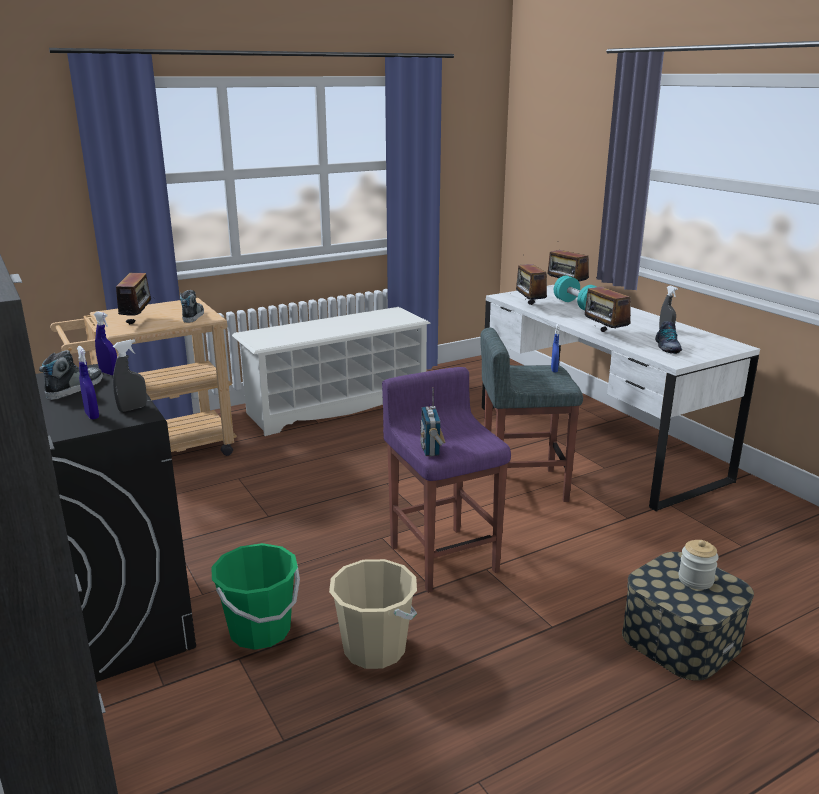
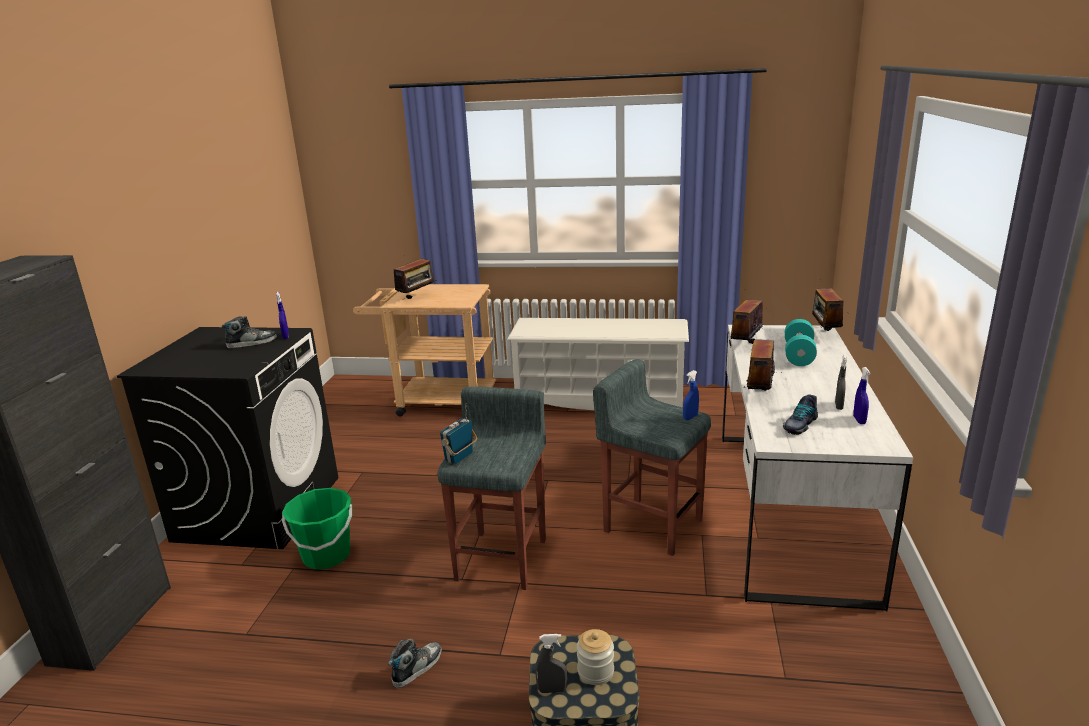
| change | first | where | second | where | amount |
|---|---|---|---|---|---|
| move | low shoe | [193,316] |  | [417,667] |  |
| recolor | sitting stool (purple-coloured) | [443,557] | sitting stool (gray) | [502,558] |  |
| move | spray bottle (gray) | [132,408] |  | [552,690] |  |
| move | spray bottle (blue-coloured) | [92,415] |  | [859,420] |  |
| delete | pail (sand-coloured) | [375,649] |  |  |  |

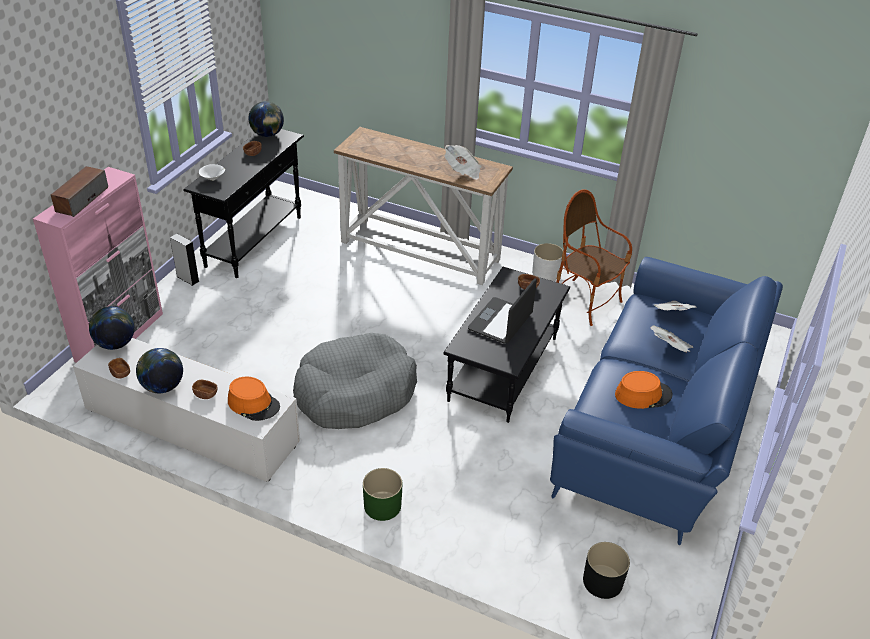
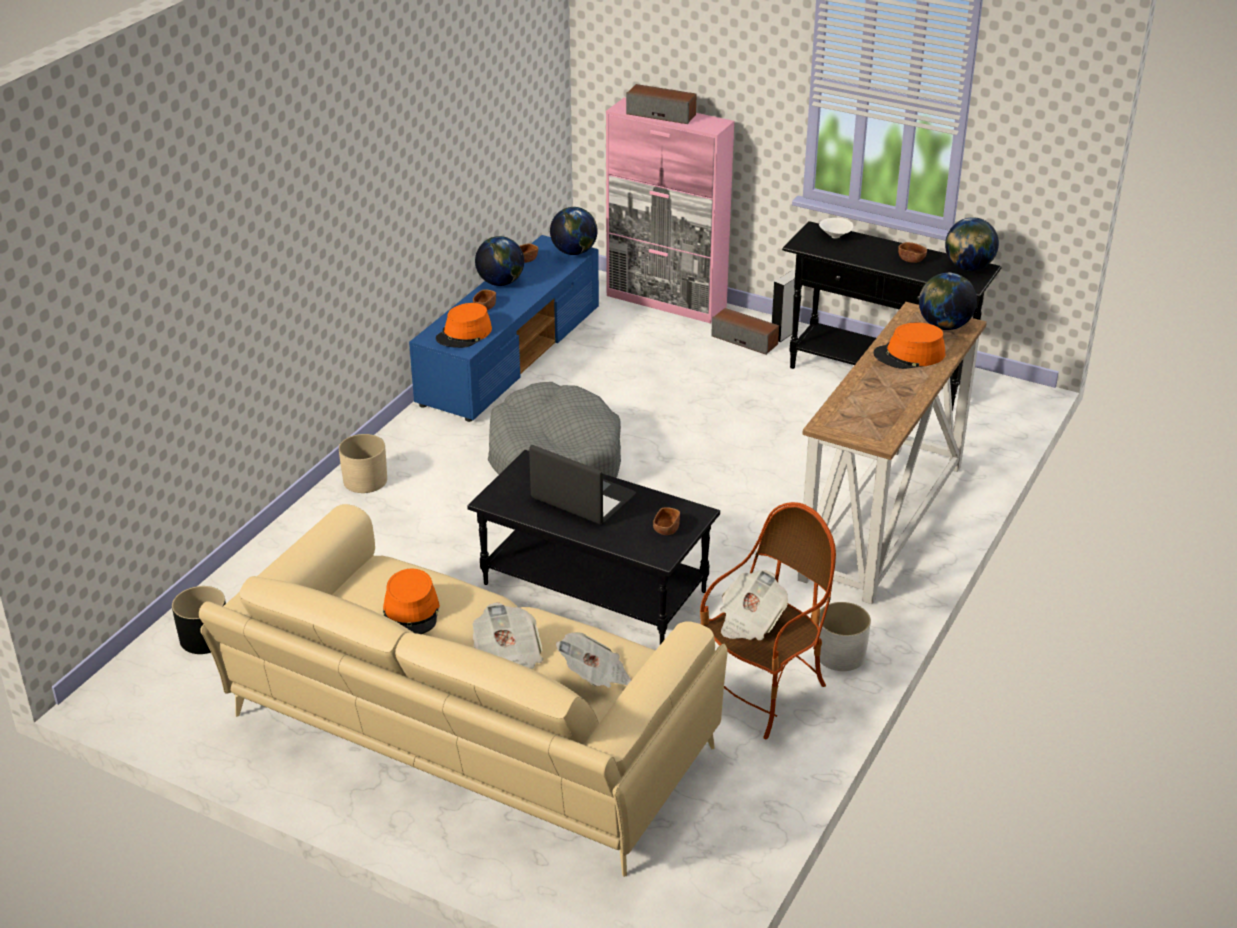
| change | first | where | second | where | amount |
|---|---|---|---|---|---|
| recolor | sofa (blue-coloured) | [660,421] | sofa (sand-coloured) | [465,736] |  |
| recolor | plant pot (greenish) | [382,506] | plant pot (sand-coloured) | [365,480] |  |
| recolor | media console (whitish) | [190,427] | media console (blue-coloured) | [510,355] |  |
| insert |  |  | speaker | [745,340] |  |
| move | daily paper | [463,171] |  | [749,621] |  |
| insert |  |  | wearable hat (orange-coloured) | [909,355] |  |
| insert |  |  | desk globe | [944,326] |  |

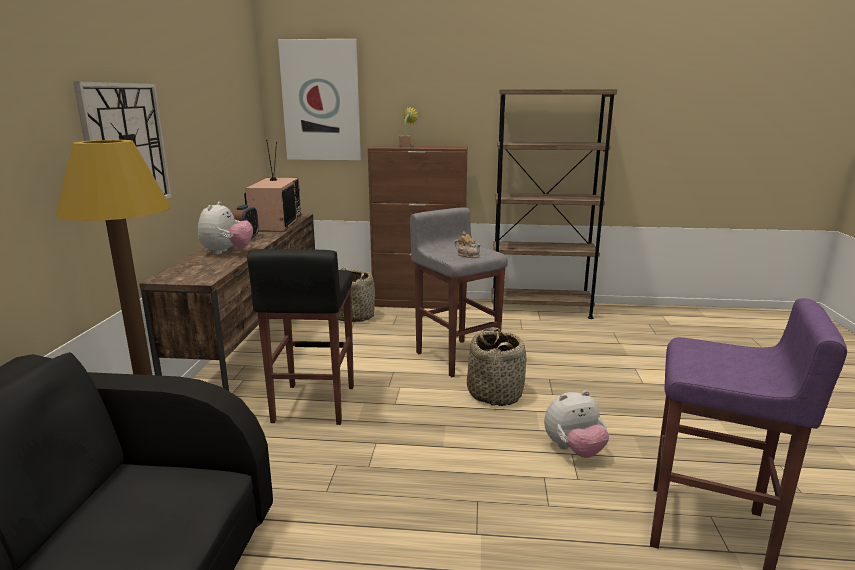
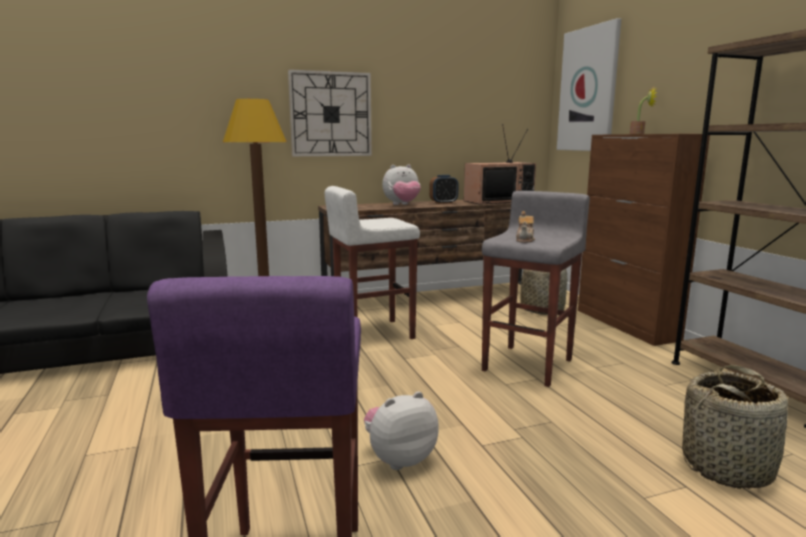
| change | first | where | second | where | amount |
|---|---|---|---|---|---|
| recolor | sitting stool (black-coloured) | [312,404] | sitting stool (whitish) | [372,333] |  |
| rotate | plush toy | [574,450] |  | [399,459] | 105 degrees clockwise |
| move | household basket | [495,393] |  | [727,467] |  |

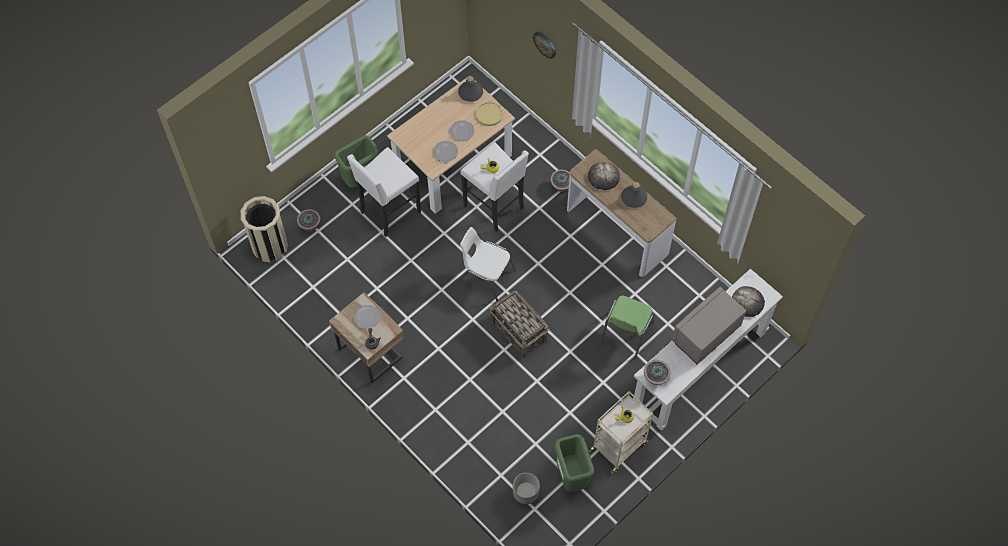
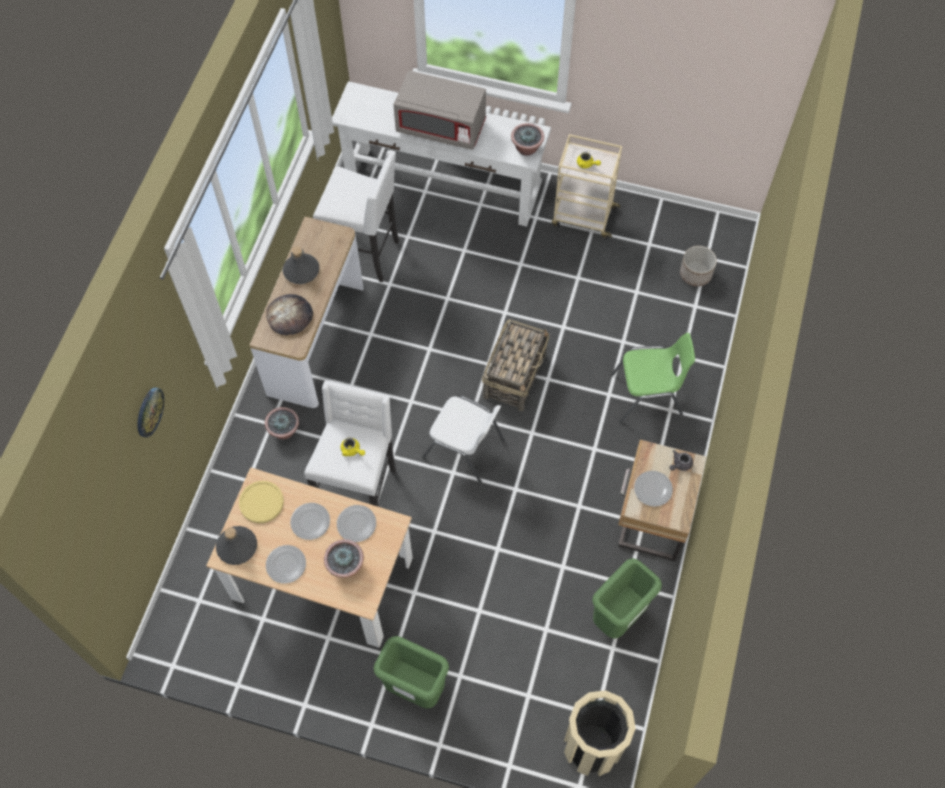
| change | first | where | second | where | amount |
|---|---|---|---|---|---|
| insert |  |  | dinner plate | [286,564] |  |
| move | sitting stool (whitish) | [389,212] |  | [364,255] |  |
| move | potted plant | [310,226] |  | [346,566] |  |
| rotate | plain chair (whitish) | [486,276] |  | [465,449] | 60 degrees counterclockwise |
| move | trash can (greenish) | [571,476] |  | [618,617] |  |
| move | plain chair (greenish) | [625,333] |  | [648,395] |  |
| delete | bakery bread | [747,302] |  |  |  |

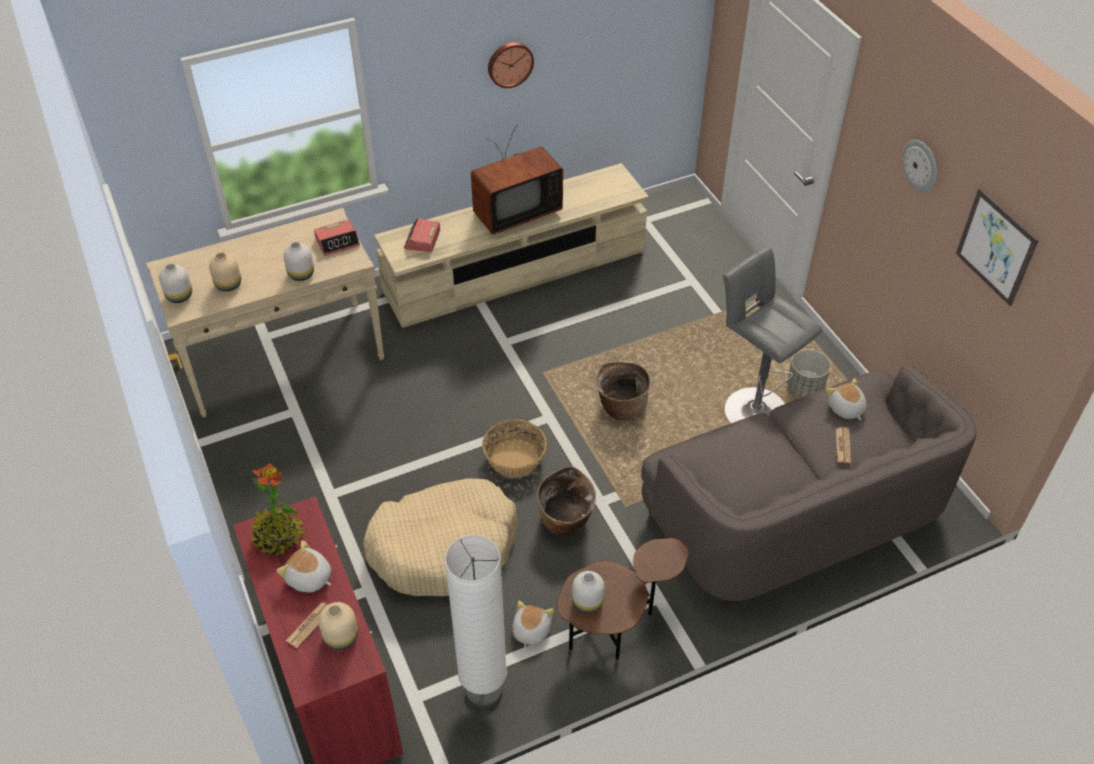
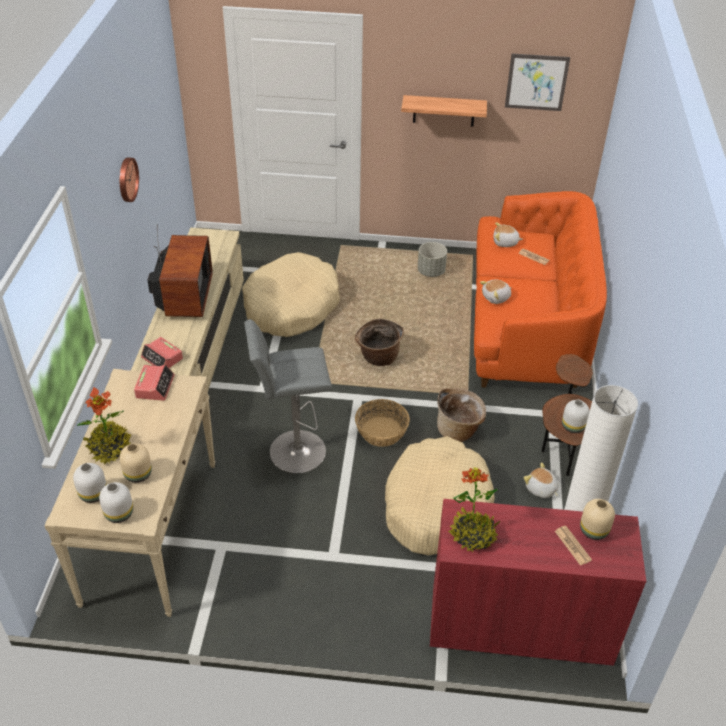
| change | first | where | second | where | amount |
|---|---|---|---|---|---|
| move | decorative vase (whitish) | [301,275] |  | [94,494] |  |
| insert |  |  | potted plant | [110,448] |  |
| insert |  |  | dog cushion (sand-coloured) | [291,307] |  |
| move | sitting stool (gray) | [751,408] |  | [293,452] |  |
| insert |  |  | bracket shelf | [444,111] |  |
| recolor | sofa (gray) | [795,513] | sofa (orange-coloured) | [527,324] |  |
| move | plush toy | [309,578] |  | [496,298] |  |
| delete | wall clock | [921,165] |  |  |  |

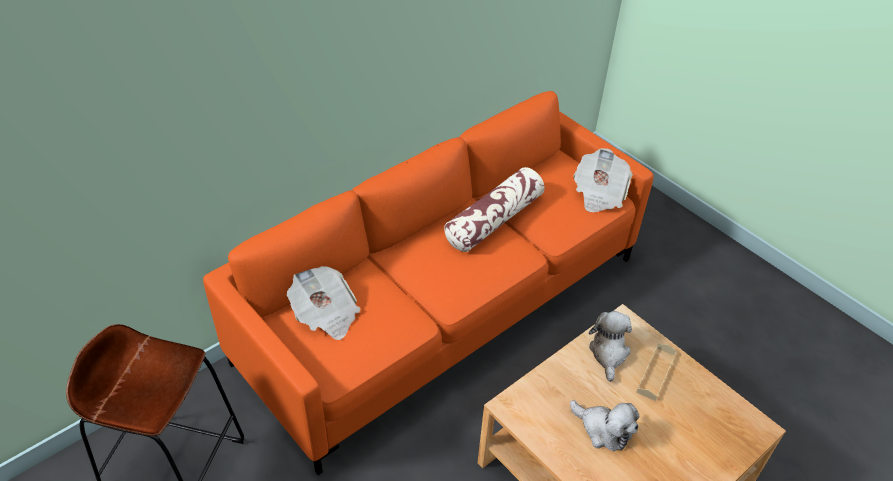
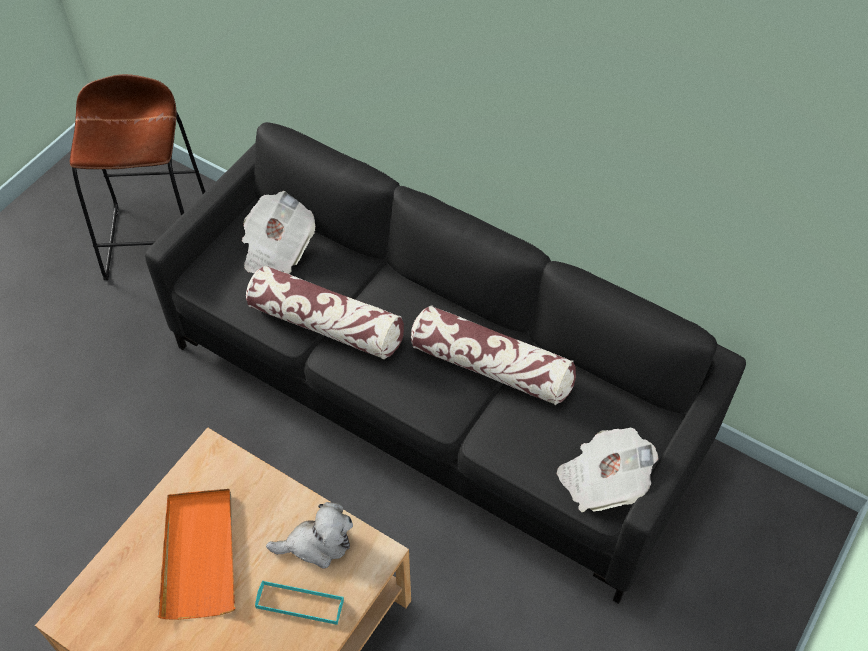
| change | first | where | second | where | amount |
|---|---|---|---|---|---|
| recolor | sofa (orange-coloured) | [443,309] | sofa (black-coloured) | [434,397] |  |
| replace | plush toy | [603,430] | carrying tray (orange-coloured) | [199,554] |  |
| insert |  |  | throw pillow | [326,324] |  |
| recolor | carrying tray (sand-coloured) | [656,373] | carrying tray (blue-green) | [300,604] |  |

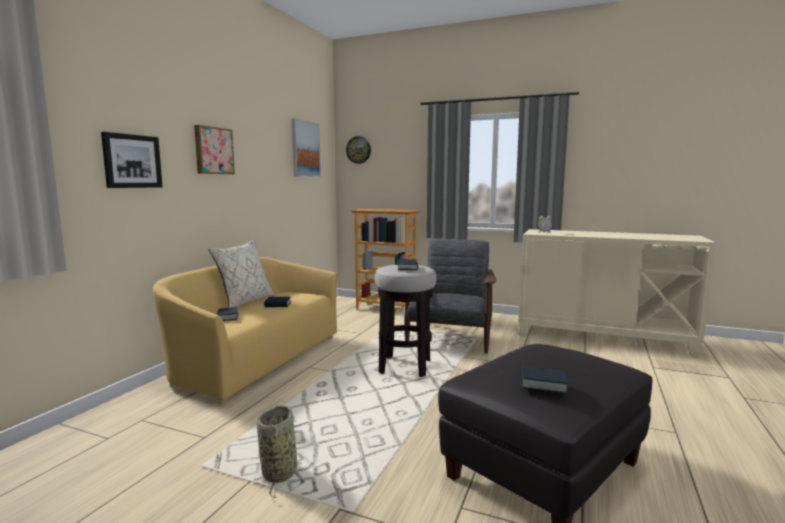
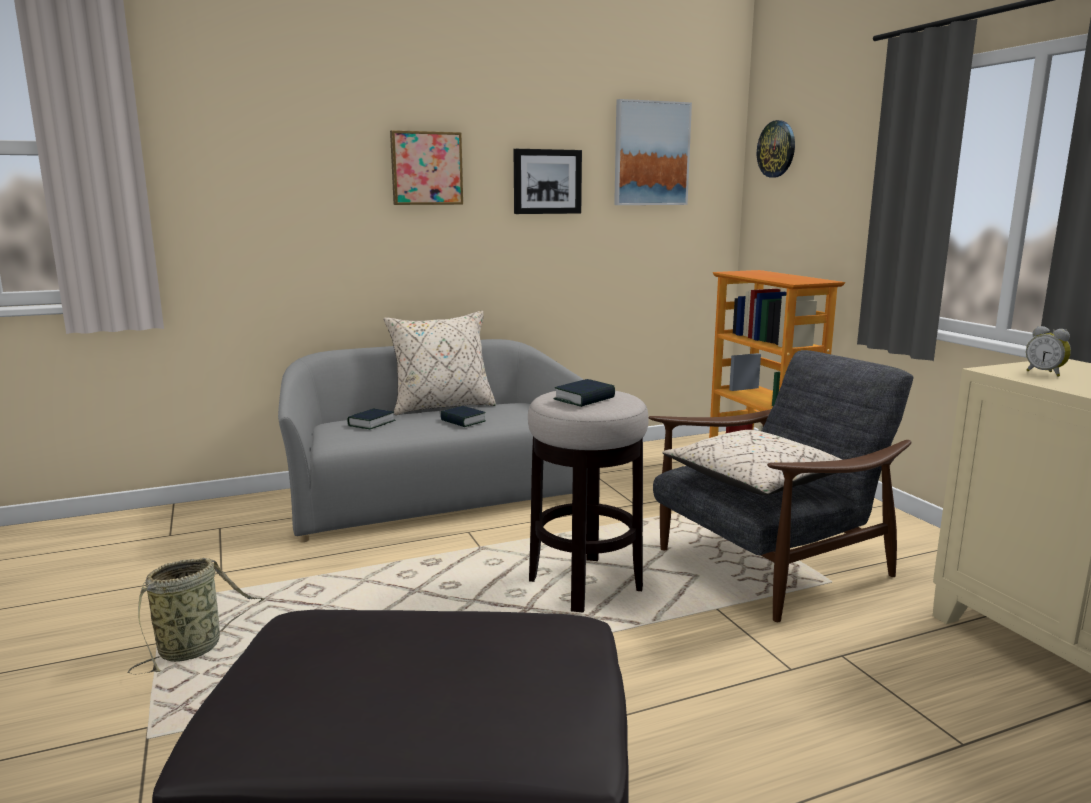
| change | first | where | second | where | amount |
|---|---|---|---|---|---|
| recolor | sofa (yellowish) | [255,359] | sofa (gray) | [434,496] |  |
| move | wall picture | [132,161] |  | [547,181] |  |
| insert |  |  | throw pillow (sand-coloured) | [755,482] |  |
| delete | bound book | [543,384] |  |  |  |

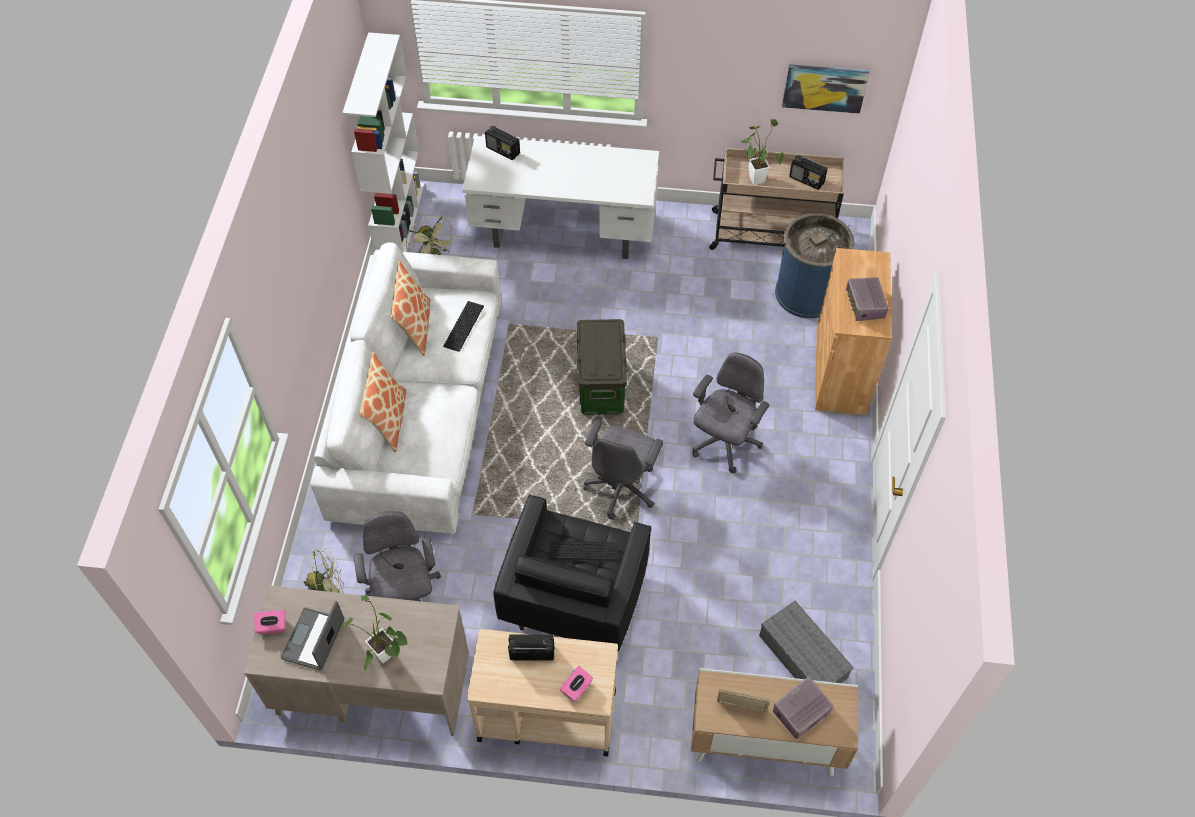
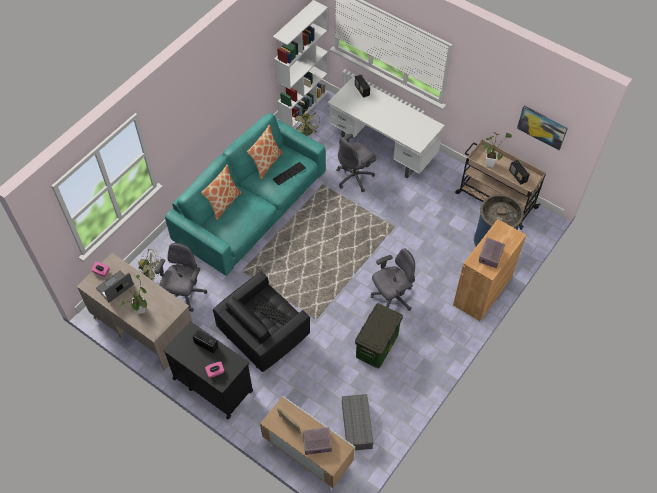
| change | first | where | second | where | amount |
|---|---|---|---|---|---|
| recolor | cart (sand-coloured) | [546,714] | cart (black-coloured) | [212,384] |  |
| recolor | sofa (whitish) | [420,407] | sofa (blue-green) | [251,206] |  |
| move | desk chair (gray) | [622,487] |  | [355,177] |  |
| move | storage bin | [602,387] |  | [377,347] |  |

